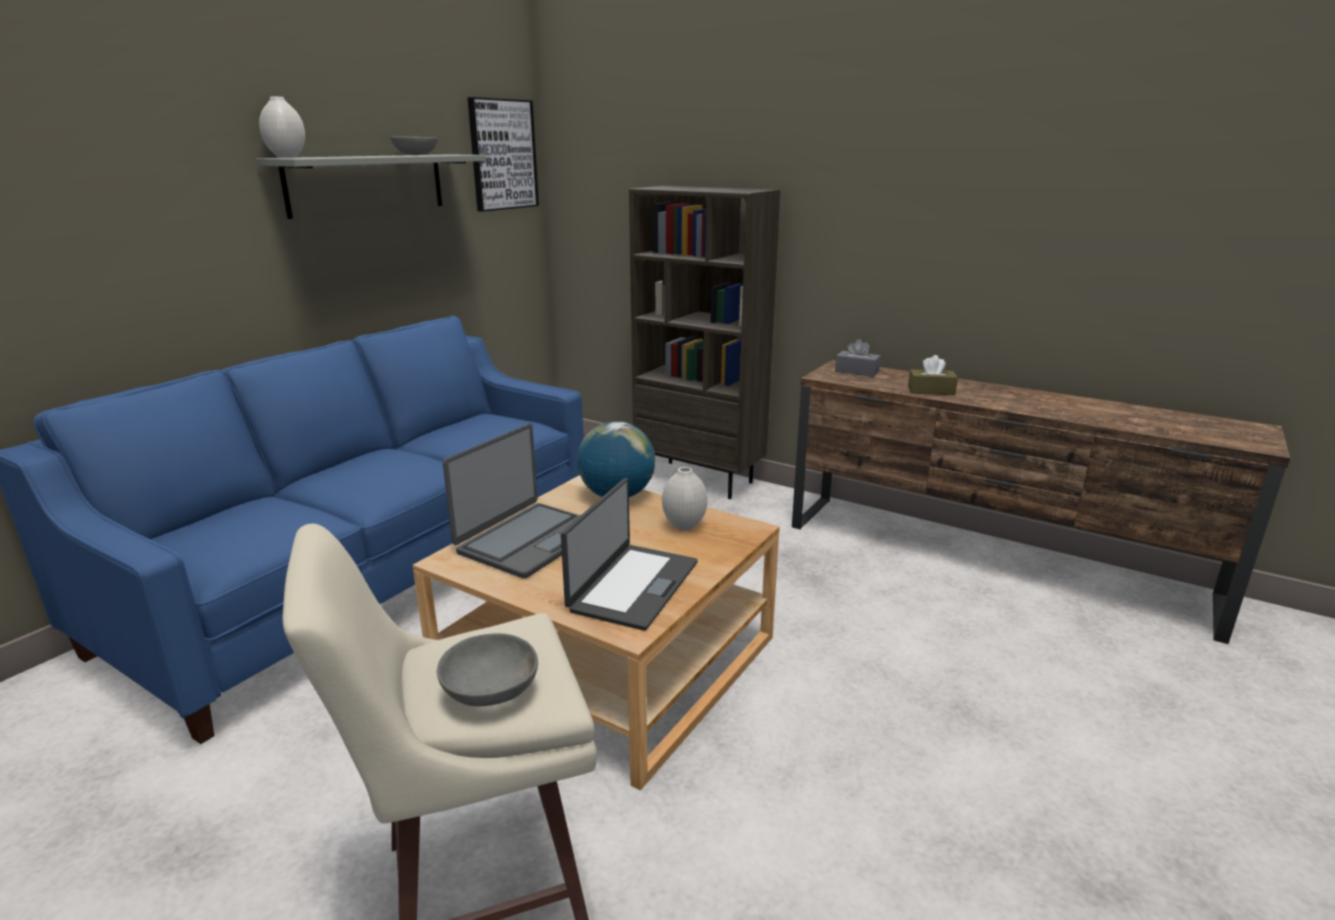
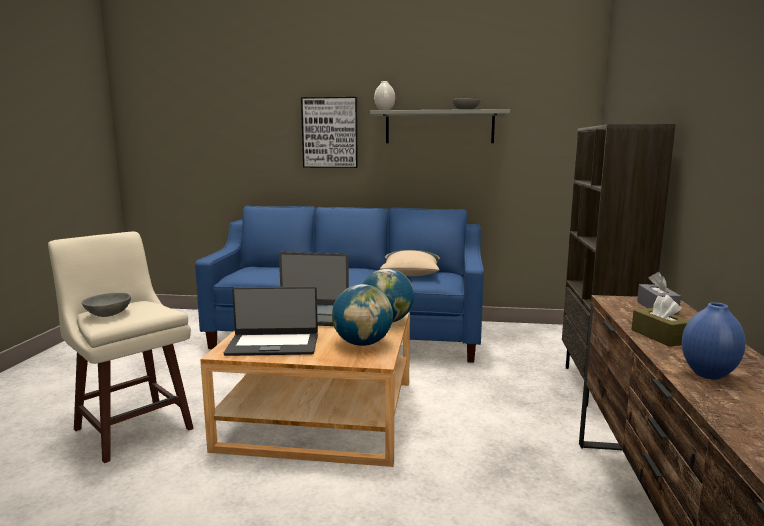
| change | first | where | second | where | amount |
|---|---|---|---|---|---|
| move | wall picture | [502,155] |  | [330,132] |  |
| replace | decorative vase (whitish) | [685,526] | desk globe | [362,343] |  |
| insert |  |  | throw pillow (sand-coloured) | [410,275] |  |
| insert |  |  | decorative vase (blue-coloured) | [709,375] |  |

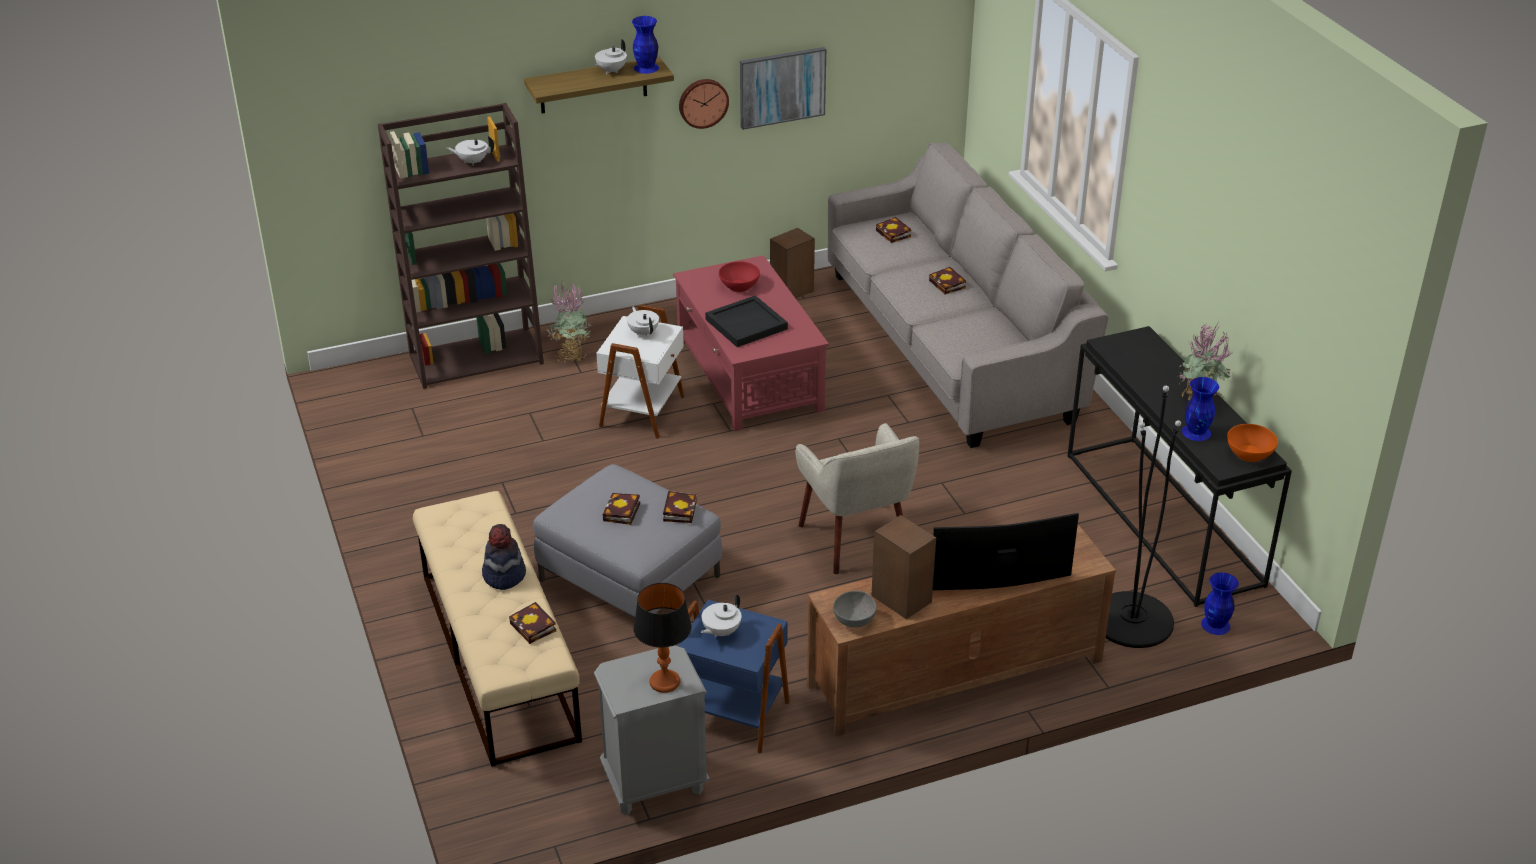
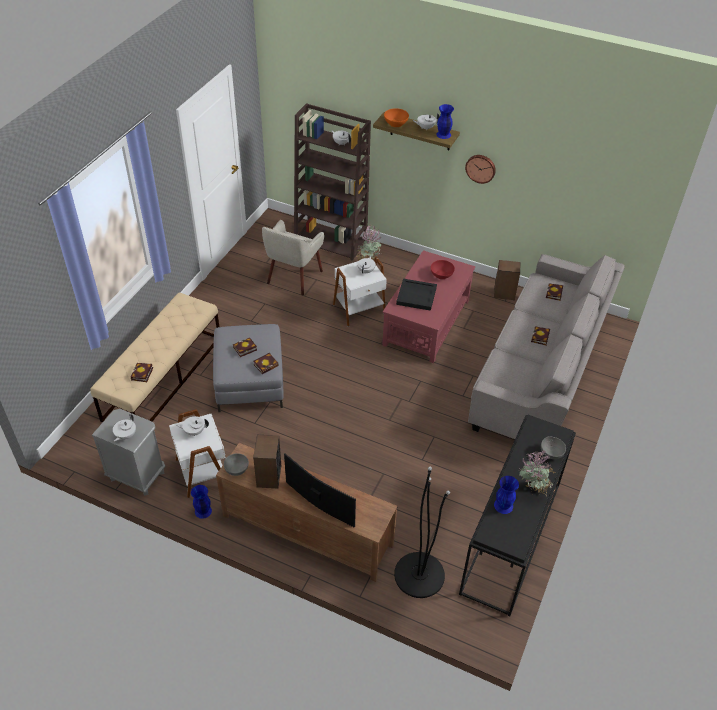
| change | first | where | second | where | amount |
|---|---|---|---|---|---|
| replace | table lamp | [664,682] | pot for tea (whitish) | [125,435] |  |
| recolor | accent table (blue-coloured) | [733,712] | accent table (whitish) | [203,471] |  |
| move | decorative vase (blue-coloured) | [1215,625] |  | [203,511] |  |
| move | easy chair (sand-coloured) | [856,539] |  | [293,277] |  |
| move | deep dish (orange-coloured) | [1249,453] |  | [396,123] |  |
| insert |  |  | deep dish (gray) | [551,452] |  |
| delete | wearable hat | [504,575] |  |  |  |
| delete | wall picture | [782,87] |  |  |  |

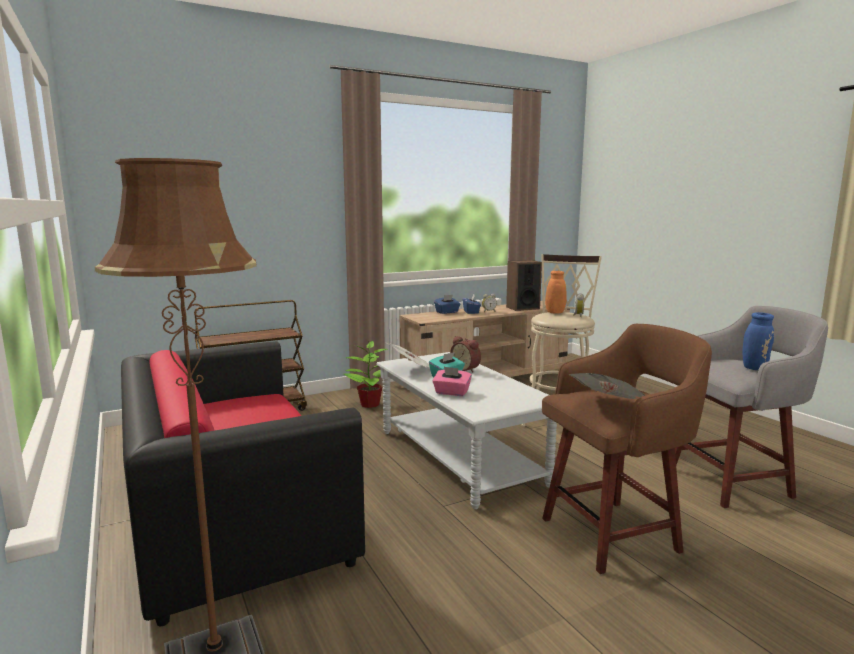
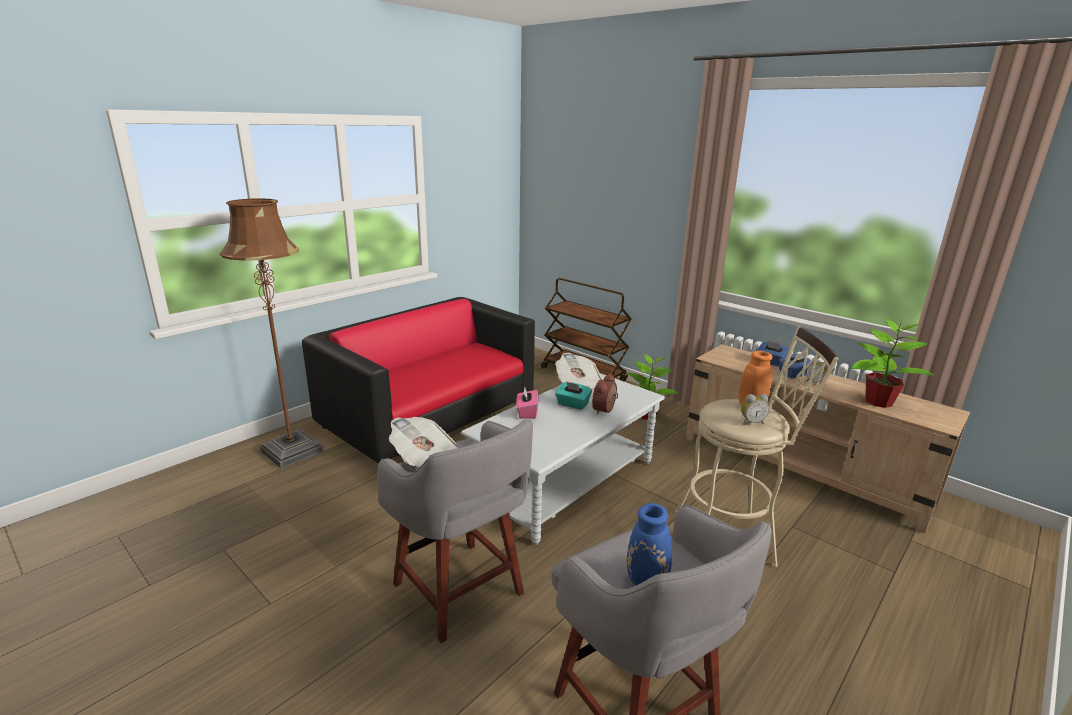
| change | first | where | second | where | amount |
|---|---|---|---|---|---|
| recolor | sitting stool (brown-coloured) | [613,533] | sitting stool (gray) | [461,592] |  |
| replace | speaker | [522,308] | potted plant | [877,401] |  |

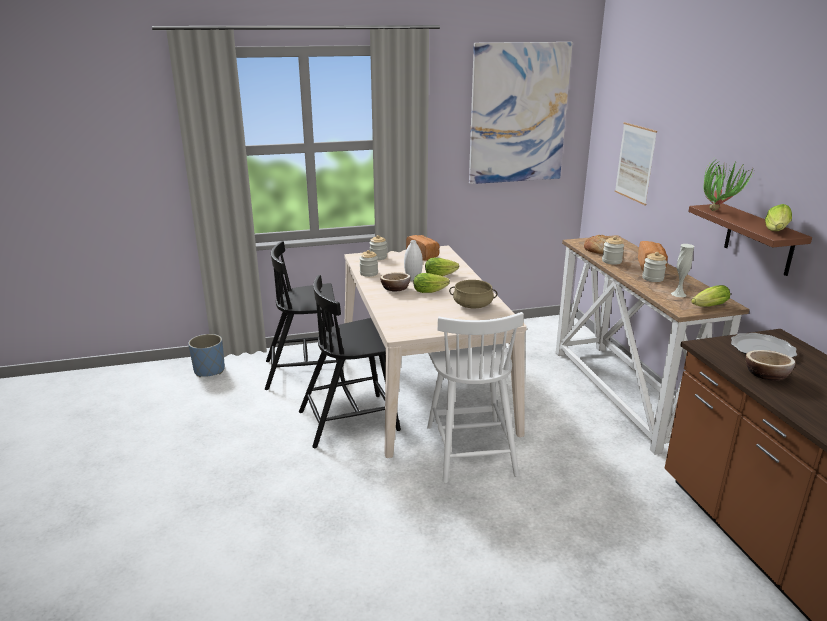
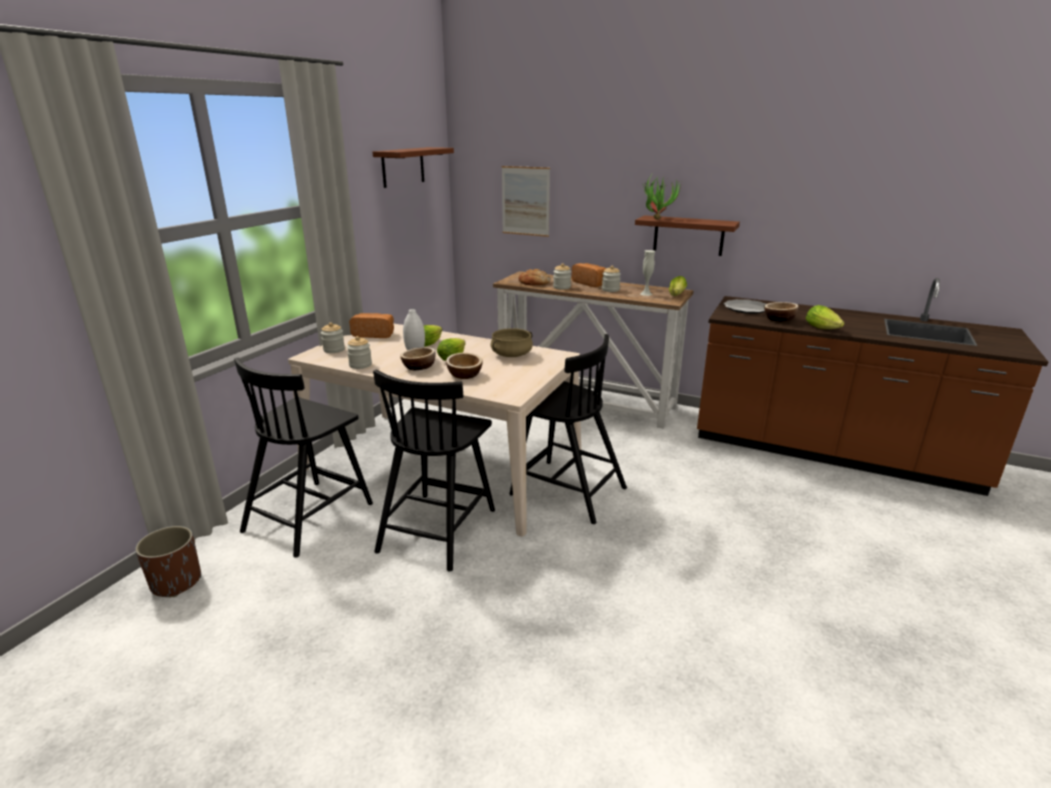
| change | first | where | second | where | amount |
|---|---|---|---|---|---|
| recolor | plant pot (blue-coloured) | [209,370] | plant pot (brown-coloured) | [176,582] |  |
| replace | wall picture | [518,114] | bracket shelf (brown-coloured) | [403,167] |  |
| insert |  |  | deep dish | [464,375] |  |
| recolor | plain chair (whitish) | [470,449] | plain chair (black-coloured) | [566,490] |  |
| move | head of lettuce | [776,231] |  | [823,328] |  |

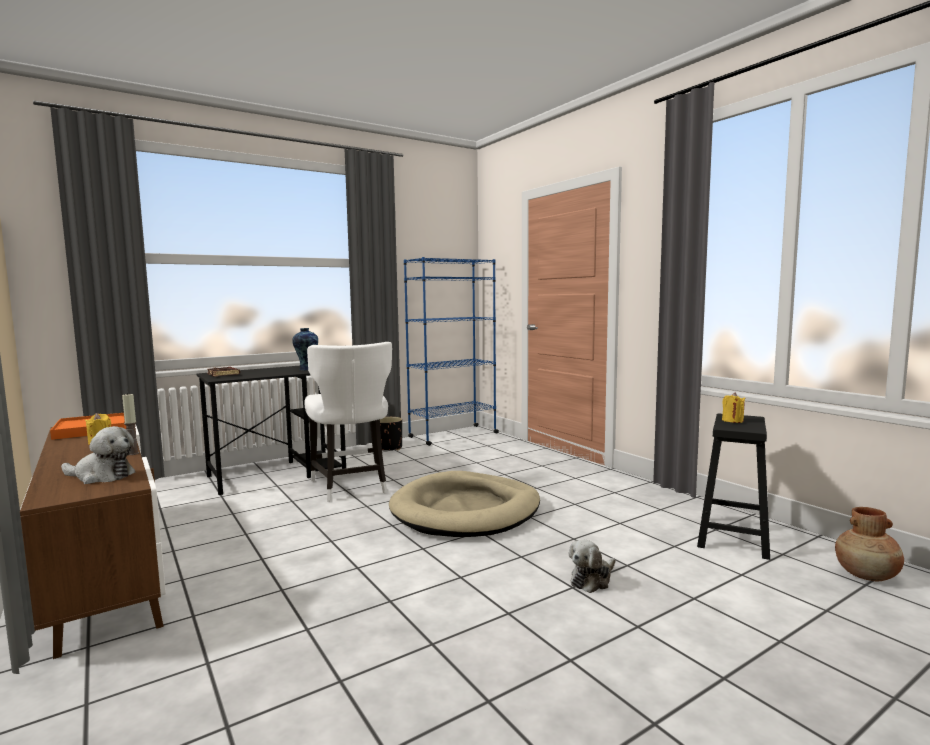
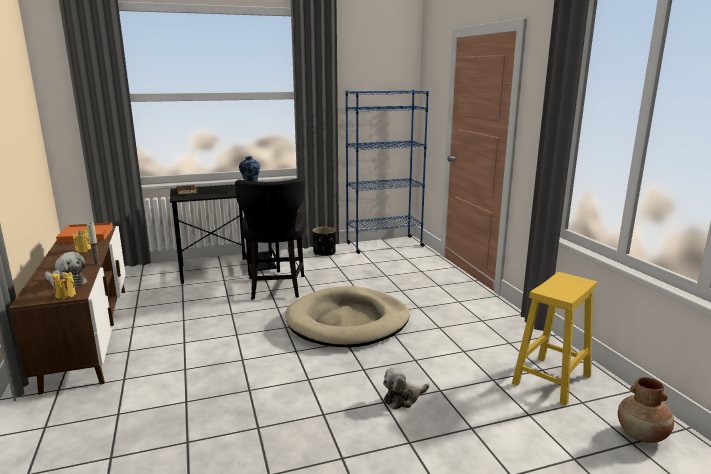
| change | first | where | second | where | amount |
|---|---|---|---|---|---|
| move | candle (yellowish) | [732,421] |  | [65,295] |  |
| recolor | plain chair (whitish) | [351,486] | plain chair (black-coloured) | [275,288] |  |
| recolor | sitting stool (black-coloured) | [733,538] | sitting stool (yellowish) | [551,380] |  |

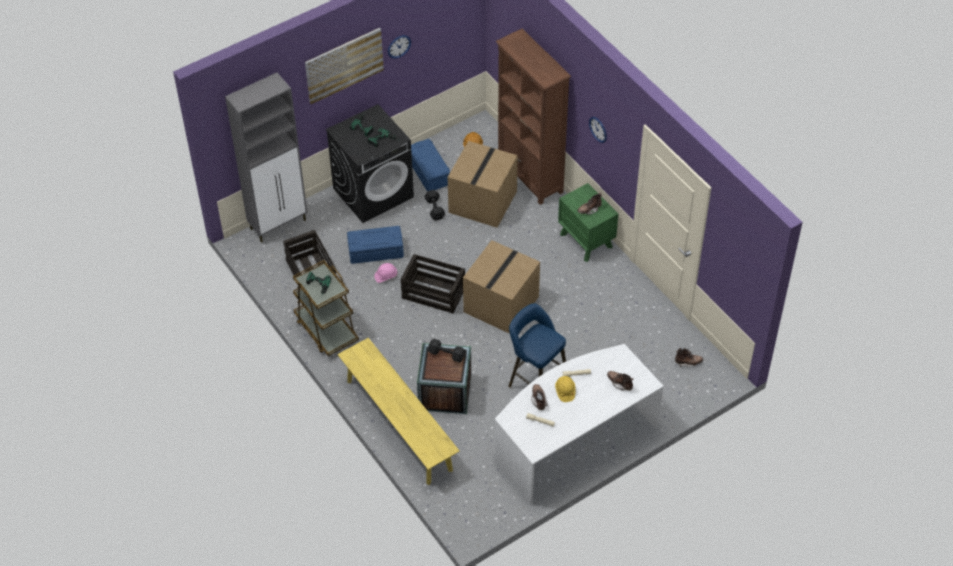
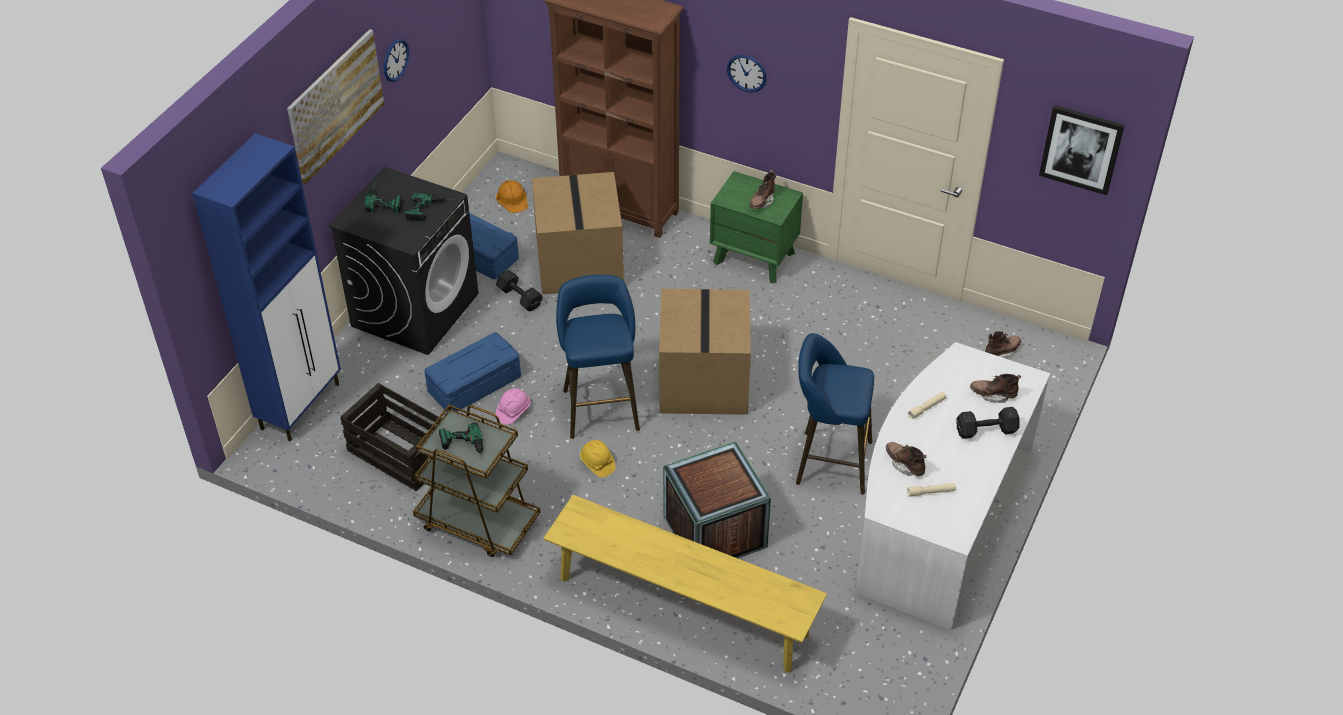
| change | first | where | second | where | amount |
|---|---|---|---|---|---|
| recolor | cabinet (gray) | [279,224] | cabinet (blue-coloured) | [301,405] |  |
| replace | packing crate | [434,293] | sitting stool (blue-coloured) | [600,406] |  |
| move | hard hat (yellowish) | [565,391] |  | [597,463] |  |
| move | dumbbell (black-coloured) | [446,354] |  | [984,430] |  |
| insert |  |  | wall picture | [1081,149] |  |

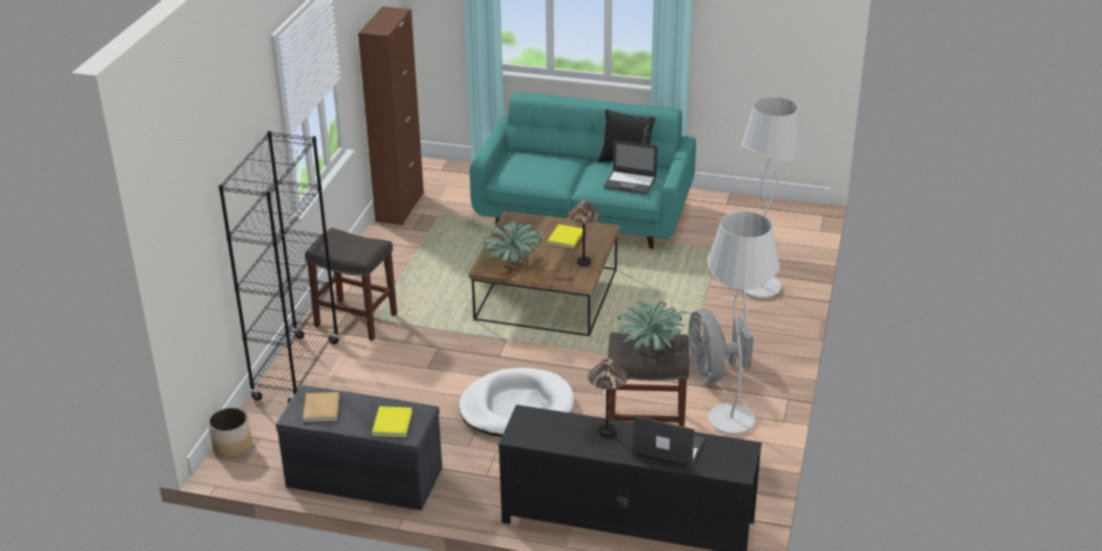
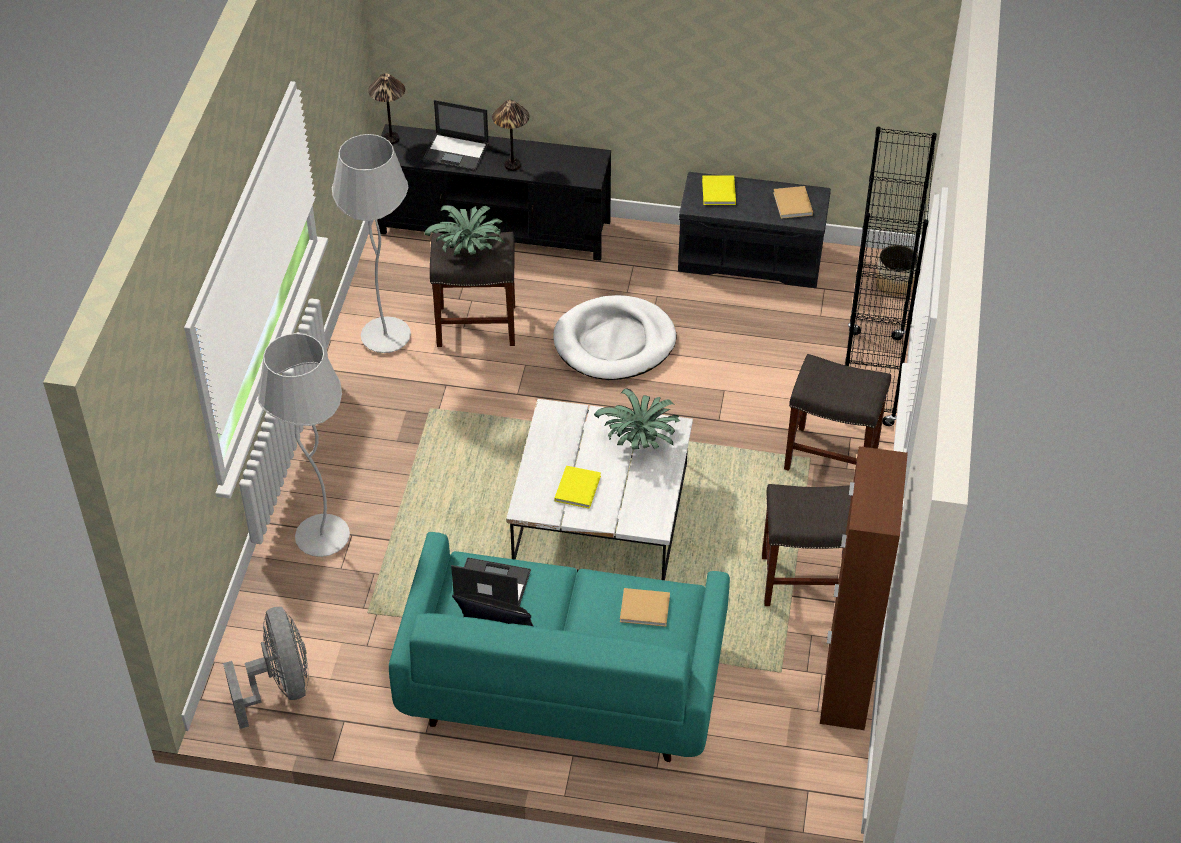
| change | first | where | second | where | amount |
|---|---|---|---|---|---|
| move | fan (gray) | [713,372] |  | [279,686] |  |
| move | table lamp | [583,262] |  | [391,139] |  |
| recolor | coffee table (brown-coloured) | [548,294] | coffee table (whitish) | [599,514] |  |
| insert |  |  | bound book (sand-coloured) | [646,609] |  |
| insert |  |  | sitting stool (gray) | [807,580] |  |

